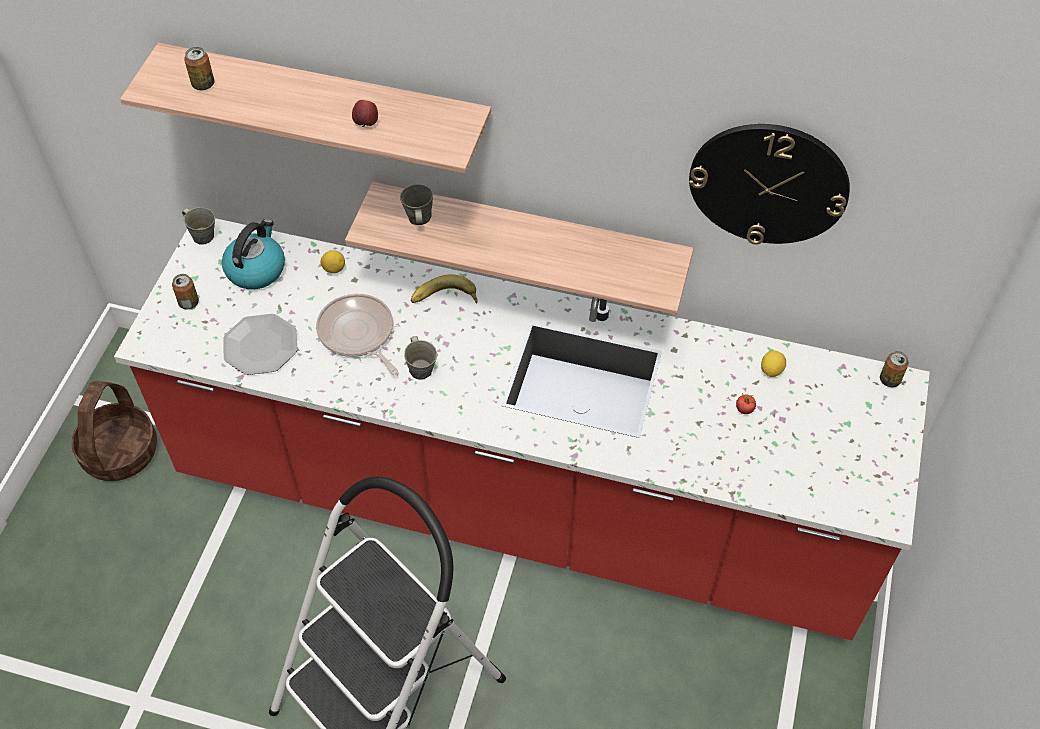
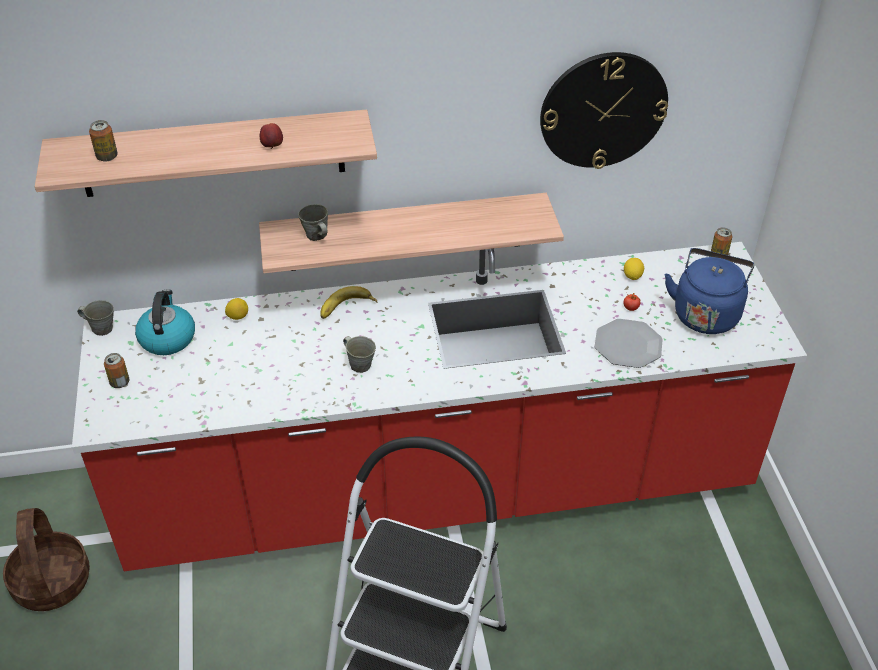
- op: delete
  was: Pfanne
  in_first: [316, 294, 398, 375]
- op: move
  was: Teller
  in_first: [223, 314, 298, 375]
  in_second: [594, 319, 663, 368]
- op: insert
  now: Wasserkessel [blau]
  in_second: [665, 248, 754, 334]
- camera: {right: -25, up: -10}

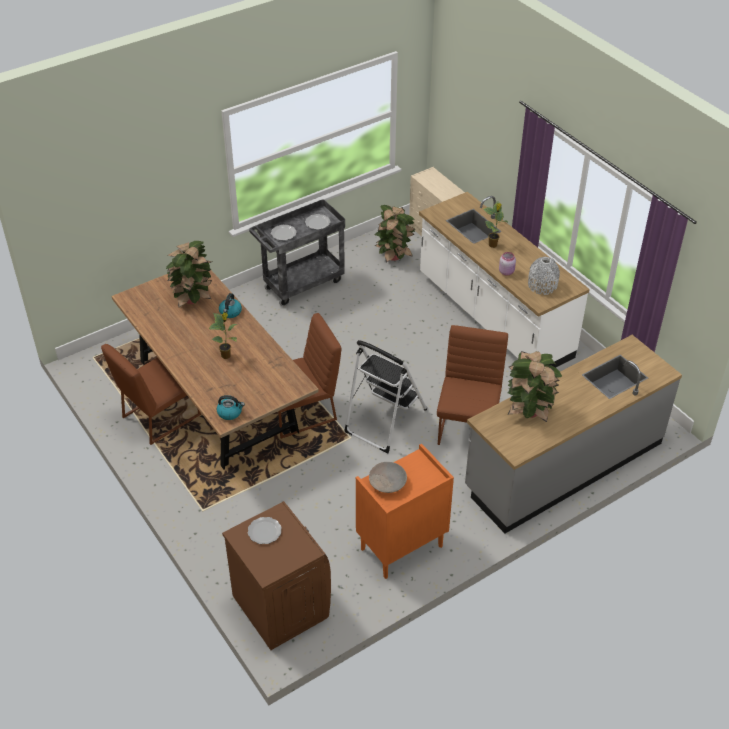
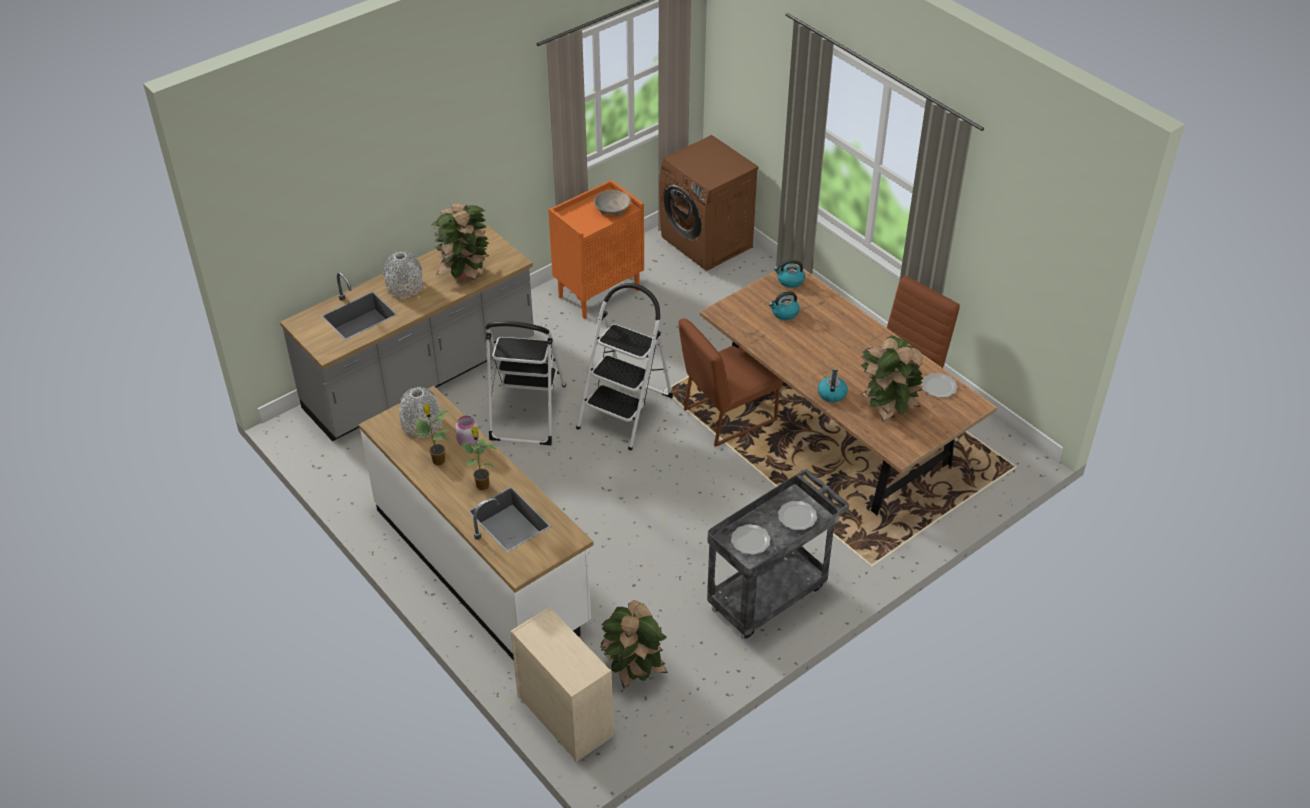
- op: move
  was: Topfpflanze
  in_first: [209, 312, 237, 359]
  in_second: [415, 404, 450, 465]
- op: replace
  was: Stuhl [braun]
  now: Trittleiter
  in_first: [437, 325, 508, 445]
  in_second: [485, 321, 566, 445]
- op: move
  was: Teller
  in_first: [248, 517, 282, 544]
  in_second: [921, 373, 958, 398]
- op: insert
  now: Vase [grau]
  in_second: [383, 252, 423, 299]
- op: insert
  now: Wasserkessel
  in_second: [769, 291, 799, 320]
- camera: {right: 175, up: 0}

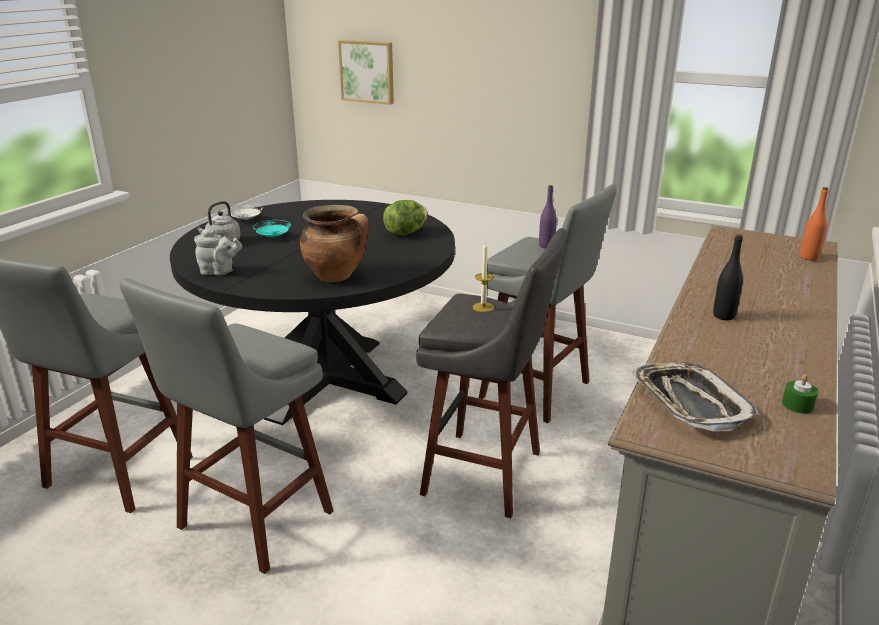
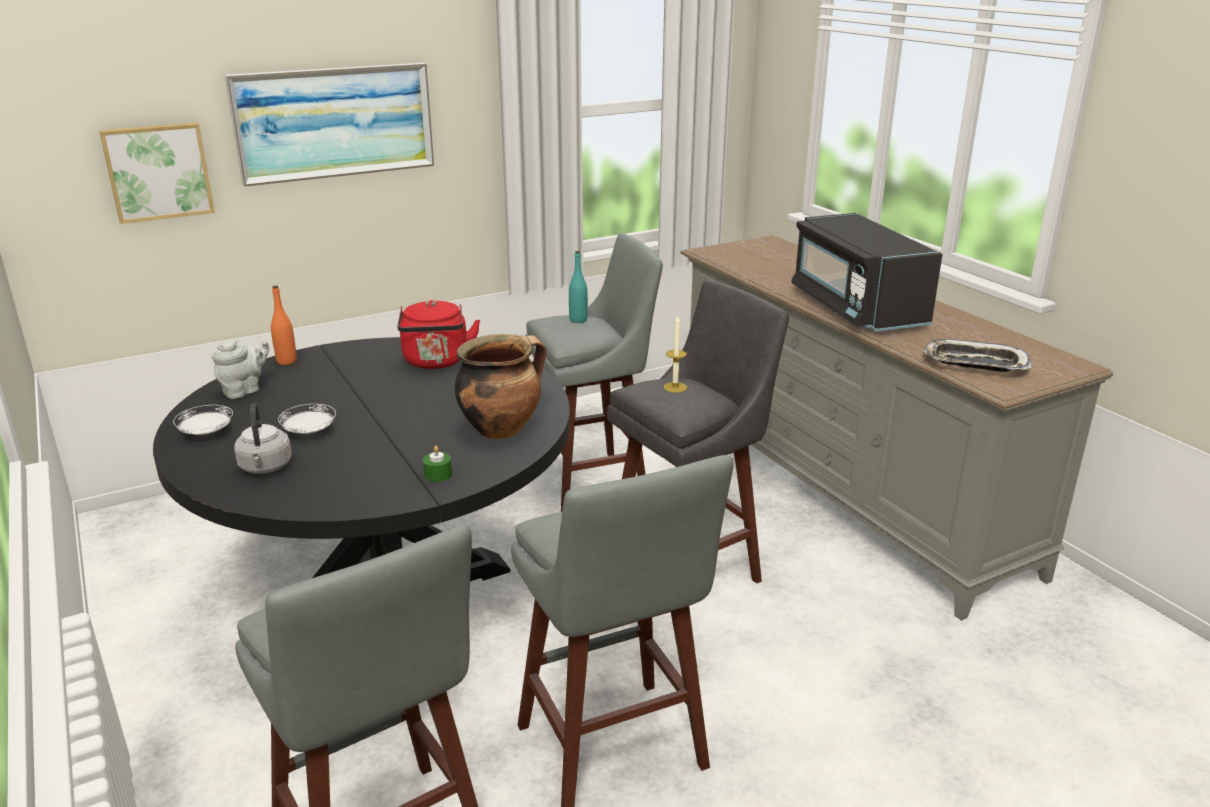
- op: recolor
  was: Flasche [lila]
  now: Flasche [türkis]
  in_first: [539, 185, 557, 249]
  in_second: [569, 251, 588, 323]
- op: move
  was: Flasche [orange]
  in_first: [800, 187, 828, 261]
  in_second: [271, 285, 297, 365]
- op: replace
  was: Salatkopf
  now: Wasserkessel [rot]
  in_first: [383, 200, 428, 235]
  in_second: [397, 300, 480, 369]
- op: recolor
  was: Teller [türkis]
  now: Teller [weiß]
  in_first: [253, 220, 291, 237]
  in_second: [278, 404, 336, 434]
- op: move
  was: Teekanne [grau]
  in_first: [194, 228, 242, 275]
  in_second: [211, 340, 269, 399]
- op: replace
  was: Flasche [schwarz]
  now: Mikrowelle [schwarz]
  in_first: [713, 234, 743, 320]
  in_second: [791, 213, 942, 332]
- op: move
  was: Kerze [grün]
  in_first: [782, 374, 819, 413]
  in_second: [423, 446, 452, 482]
- op: insert
  now: Bild
  in_second: [225, 63, 434, 187]
- camera: {right: -55, up: 0}

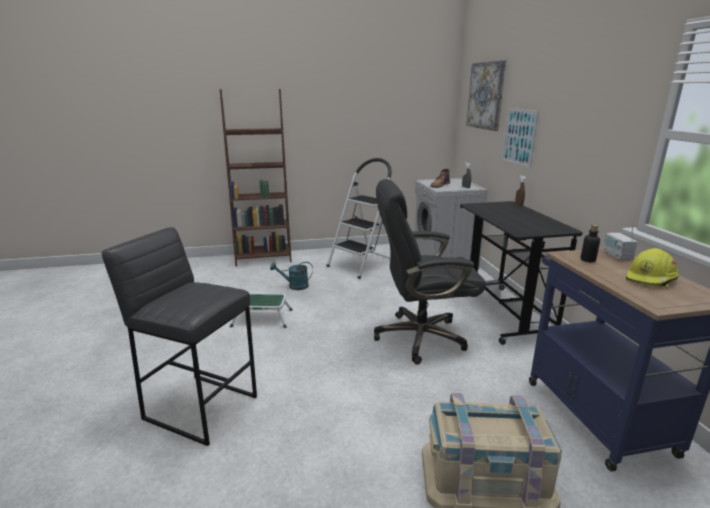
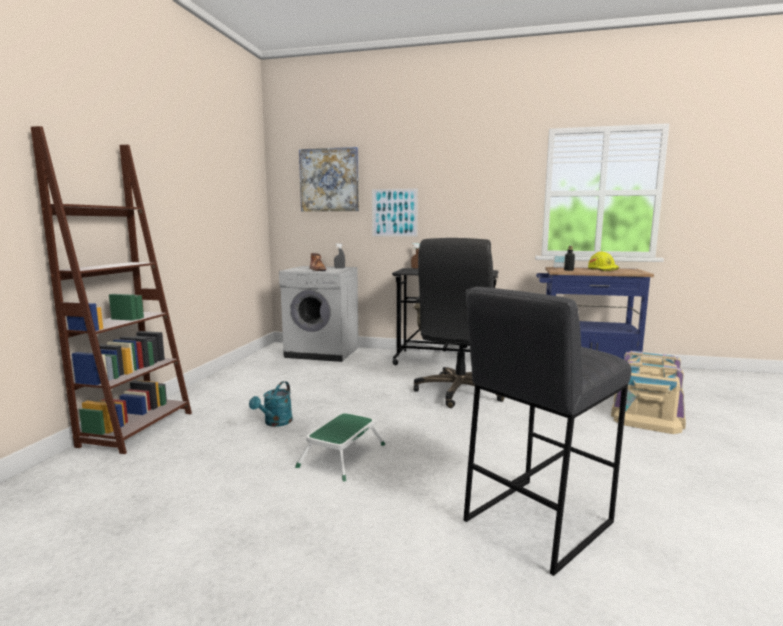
- op: delete
  was: Trittleiter
  in_first: [326, 158, 392, 279]
- camera: {right: -65, up: -10}

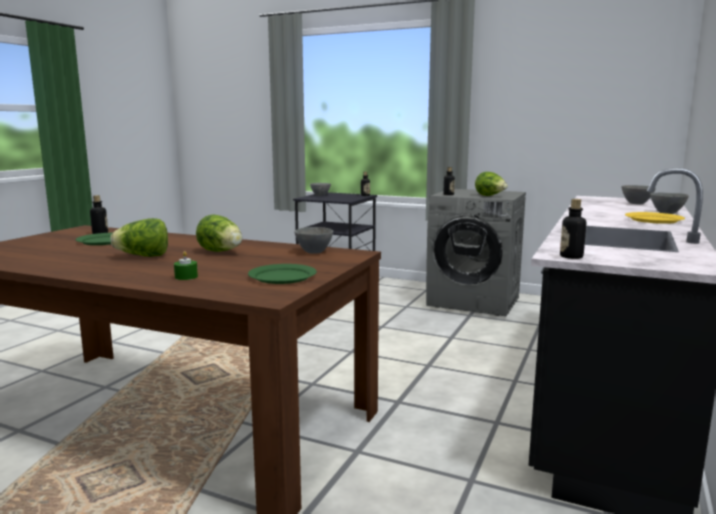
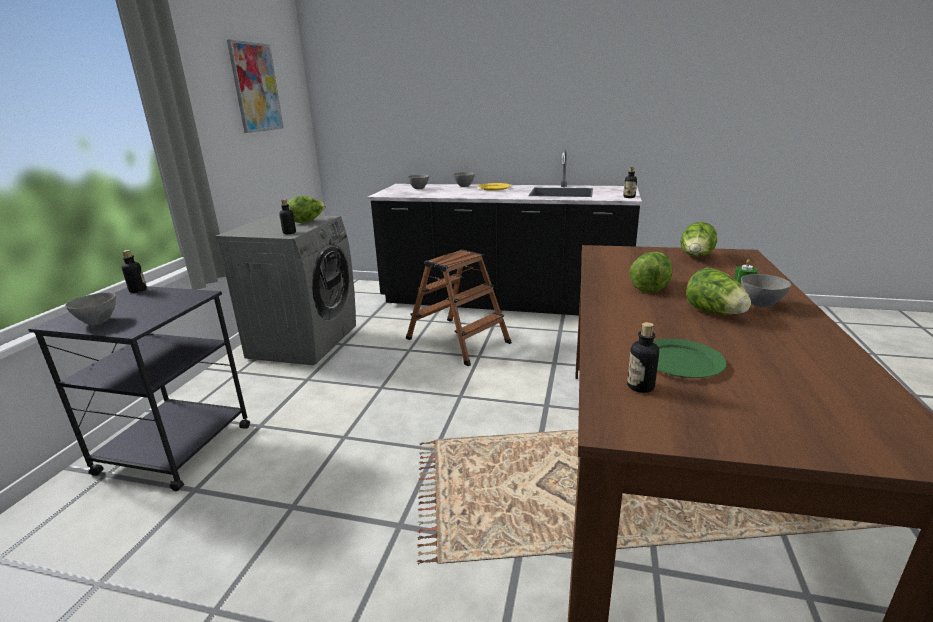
- op: move
  was: Schüssel [grau]
  in_first: [294, 227, 333, 254]
  in_second: [741, 274, 791, 307]
- op: replace
  was: Teller [grün]
  now: Salatkopf
  in_first: [248, 264, 317, 284]
  in_second: [681, 222, 717, 257]
- op: insert
  now: Bild
  in_second: [227, 40, 283, 133]
- op: insert
  now: Trittleiter [braun]
  in_second: [406, 249, 512, 366]
- camera: {right: -100, up: 10}

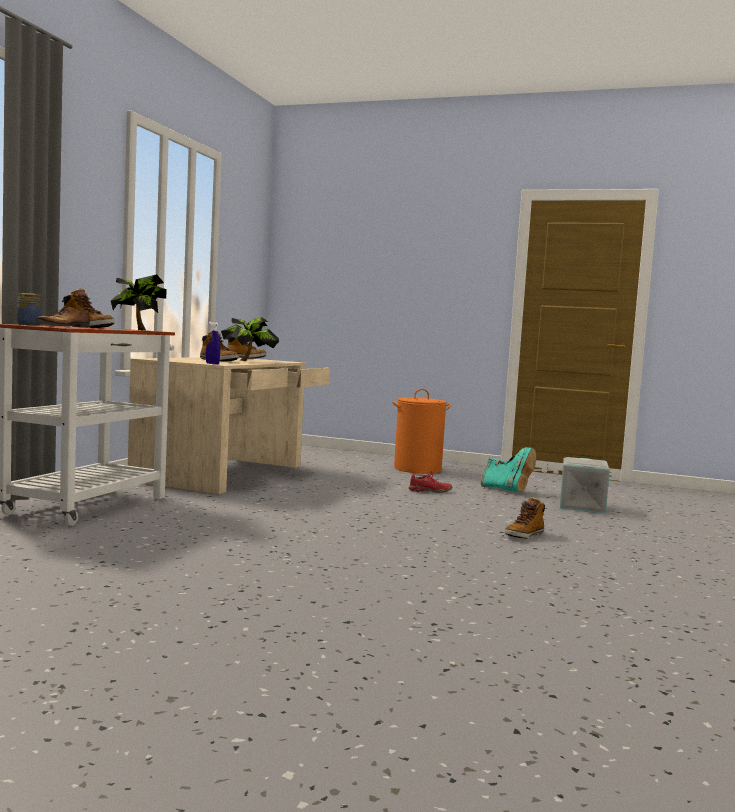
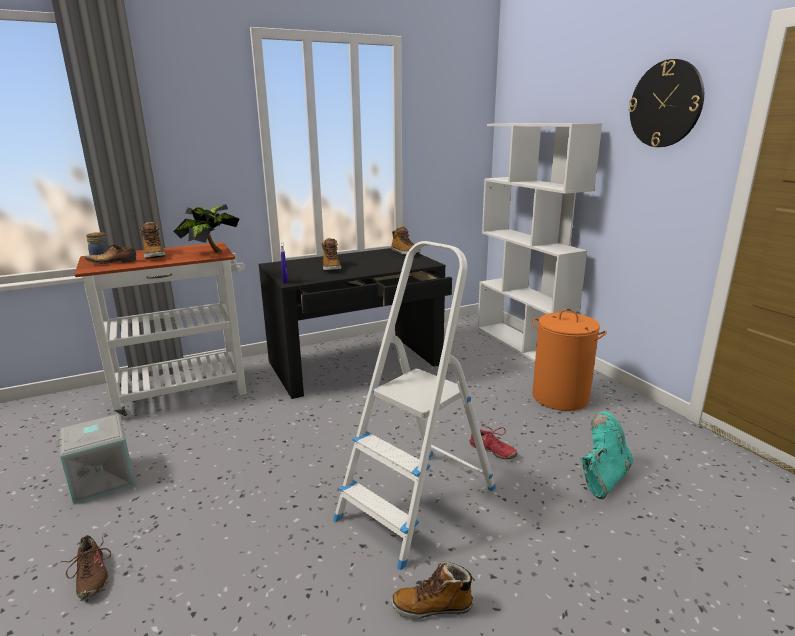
- op: delete
  was: Topfpflanze
  in_first: [221, 317, 279, 361]
- op: recolor
  was: Schreibtisch [beige]
  now: Schreibtisch [schwarz]
  in_first: [128, 357, 330, 494]
  in_second: [259, 248, 452, 399]
- op: rotate
  was: Stiefel [türkis]
  in_first: [481, 447, 536, 492]
  in_second: [581, 411, 633, 499]
  clockwise: -135
- op: move
  was: Aufbewahrungsbox [grau]
  in_first: [560, 457, 610, 514]
  in_second: [56, 414, 135, 505]
- op: insert
  now: Wanduhr
  in_second: [629, 59, 704, 147]
- op: insert
  now: Bücherregal [weiß]
  in_second: [477, 123, 602, 362]
- op: insert
  now: Trittleiter [weiß]
  in_second: [333, 241, 496, 570]
- op: insert
  now: Schuh [braun]
  in_second: [61, 535, 111, 599]
- camera: {right: 45, up: 15}

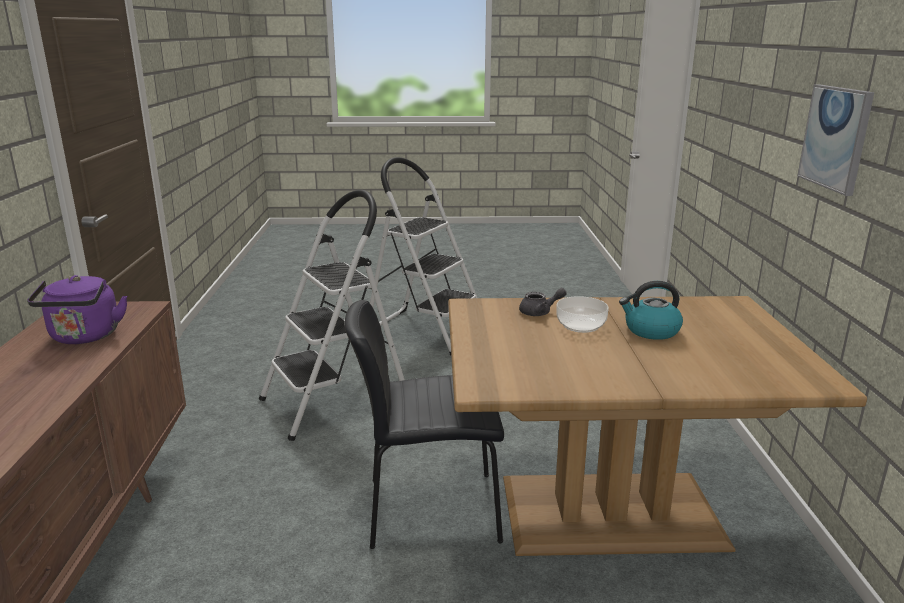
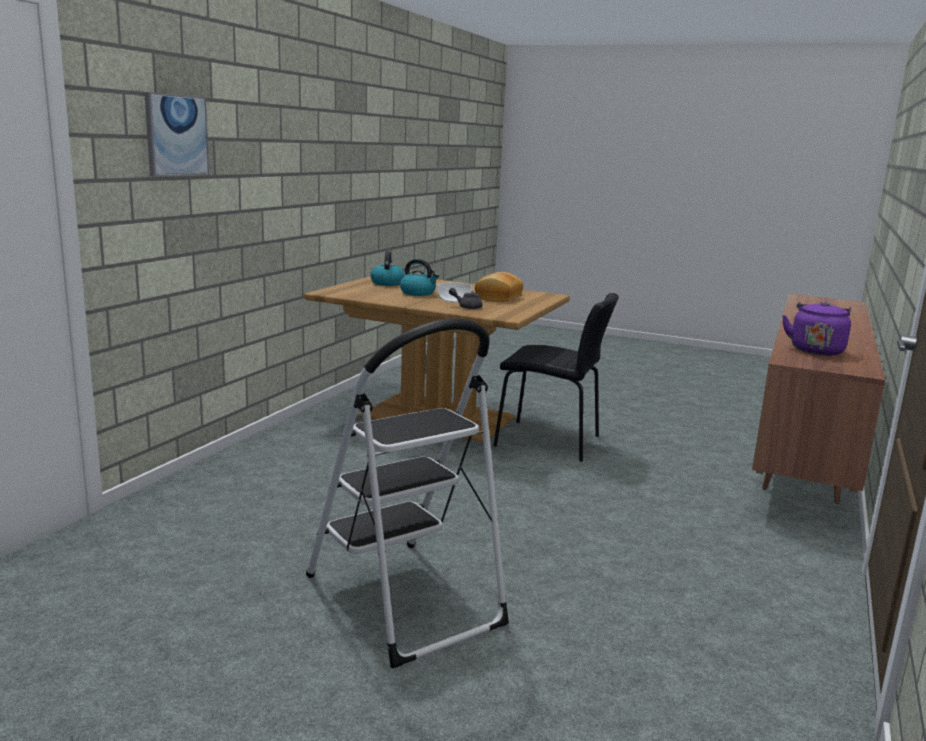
- op: move
  was: Bild
  in_first: [797, 85, 874, 196]
  in_second: [144, 92, 209, 176]
- op: delete
  was: Trittleiter
  in_first: [259, 190, 404, 441]
- op: insert
  now: Wasserkessel
  in_second: [370, 251, 405, 286]
- op: insert
  now: Brot
  in_second: [475, 272, 523, 302]
- camera: {right: -155, up: -5}

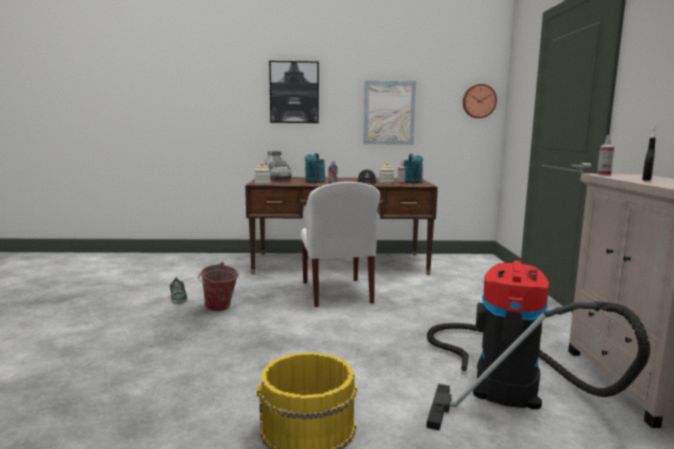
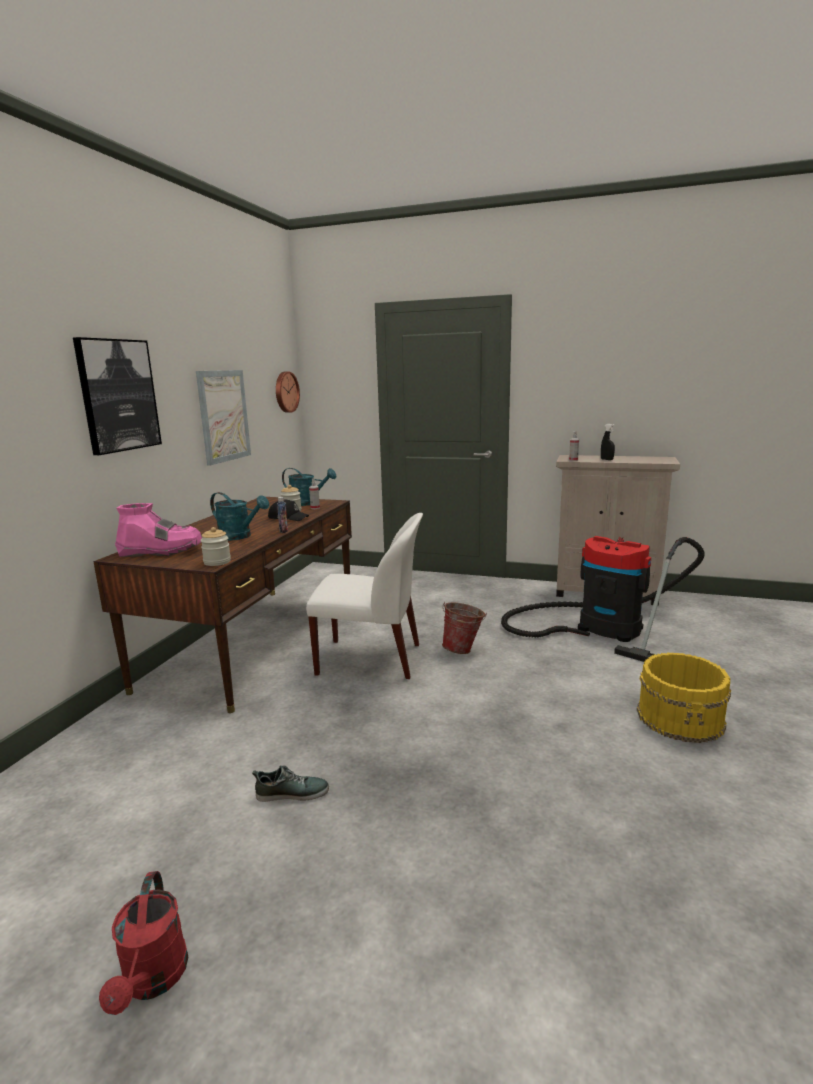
- op: recolor
  was: Stiefel [grau]
  now: Stiefel [rosa]
  in_first: [265, 151, 292, 180]
  in_second: [115, 503, 202, 557]
- op: move
  was: Eimer
  in_first: [198, 262, 238, 311]
  in_second: [442, 602, 487, 654]
- op: insert
  now: Gießkanne [rot]
  in_second: [99, 871, 188, 1015]
- camera: {right: -70, up: 5}

